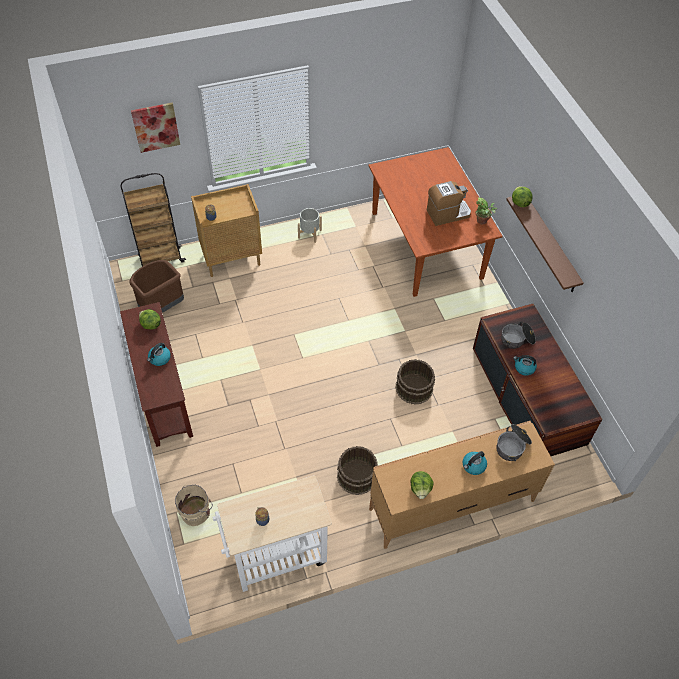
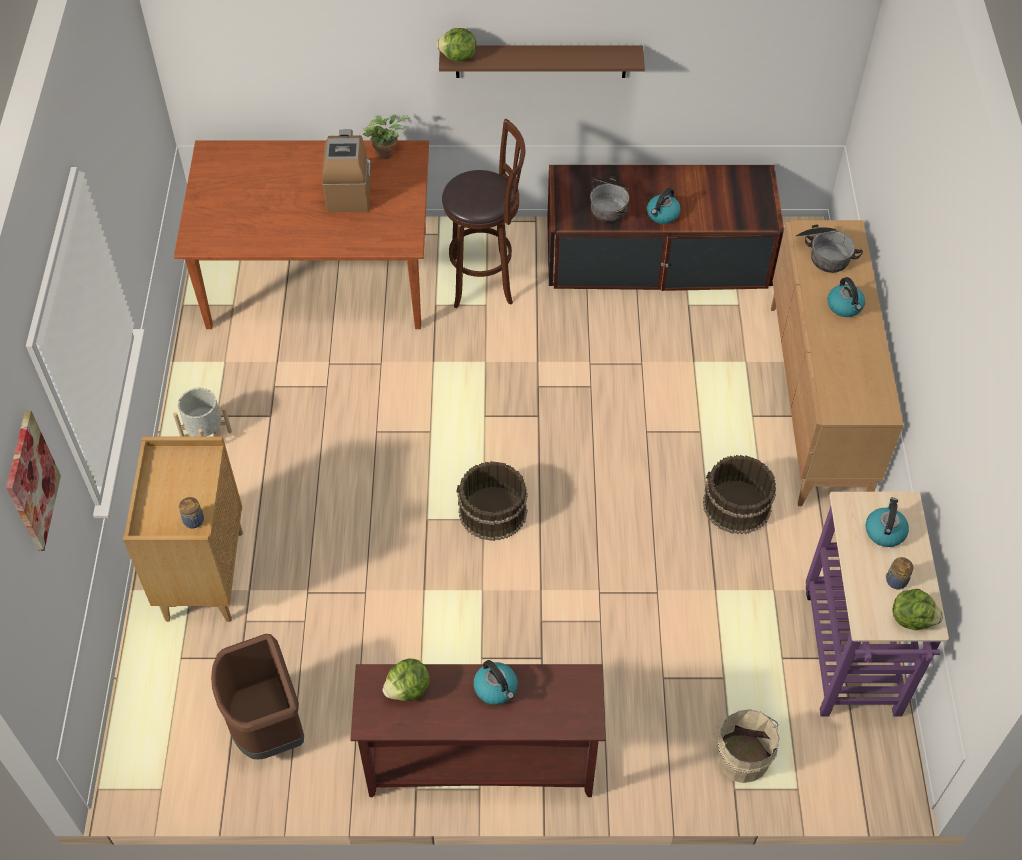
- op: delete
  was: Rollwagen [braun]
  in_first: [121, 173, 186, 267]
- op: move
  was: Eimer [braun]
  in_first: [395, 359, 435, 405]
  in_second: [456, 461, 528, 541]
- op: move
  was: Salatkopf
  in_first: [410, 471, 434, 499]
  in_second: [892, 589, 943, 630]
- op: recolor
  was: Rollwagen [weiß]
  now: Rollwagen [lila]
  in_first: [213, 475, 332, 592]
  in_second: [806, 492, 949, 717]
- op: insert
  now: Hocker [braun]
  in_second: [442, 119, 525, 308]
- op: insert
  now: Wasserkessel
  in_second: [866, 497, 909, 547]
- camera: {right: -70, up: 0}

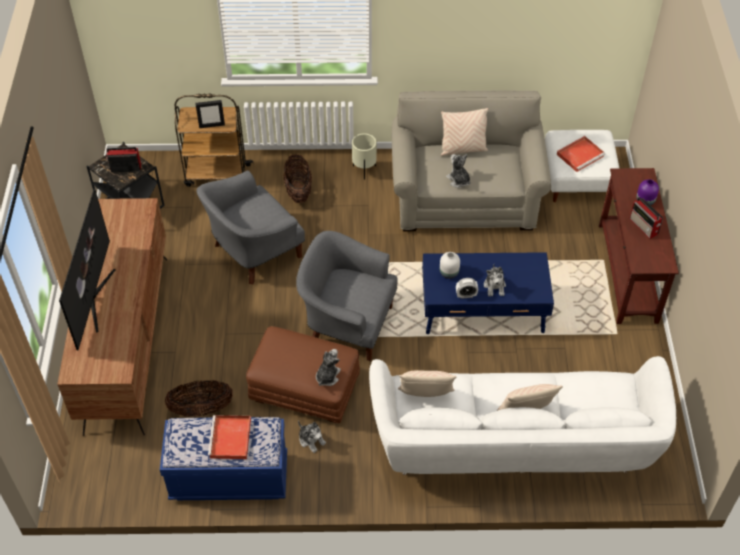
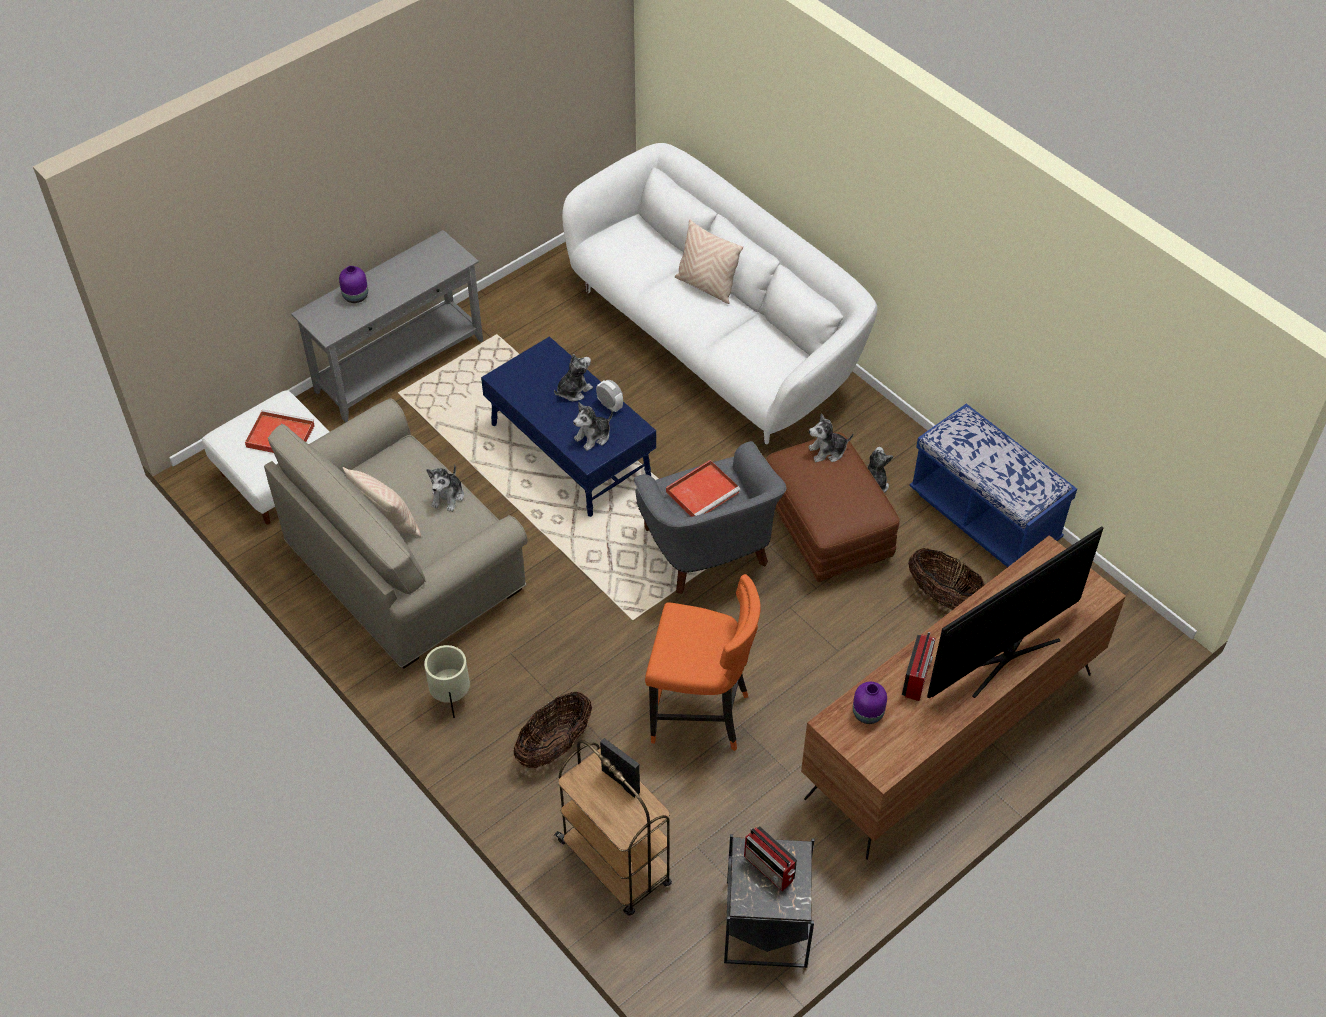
- op: recolor
  was: Konsolentisch [braun]
  now: Konsolentisch [grau]
  in_first: [599, 168, 679, 324]
  in_second: [291, 230, 483, 423]
- op: replace
  was: Sessel [grau]
  now: Hocker [orange]
  in_first: [197, 171, 305, 284]
  in_second: [645, 574, 761, 751]
- op: move
  was: Radio
  in_first: [629, 197, 663, 239]
  in_second: [902, 632, 936, 701]
- op: replace
  was: Vase [weiß]
  now: Plüschtier
  in_first: [440, 252, 460, 279]
  in_second: [573, 402, 613, 451]
- op: delete
  was: Kissen [beige]
  in_first: [398, 370, 457, 397]
- op: move
  was: Tablett [rot]
  in_first: [208, 415, 251, 459]
  in_second: [666, 460, 741, 517]
- op: insert
  now: Vase [lila]
  in_second: [853, 682, 887, 724]
- camera: {right: -130, up: 0}

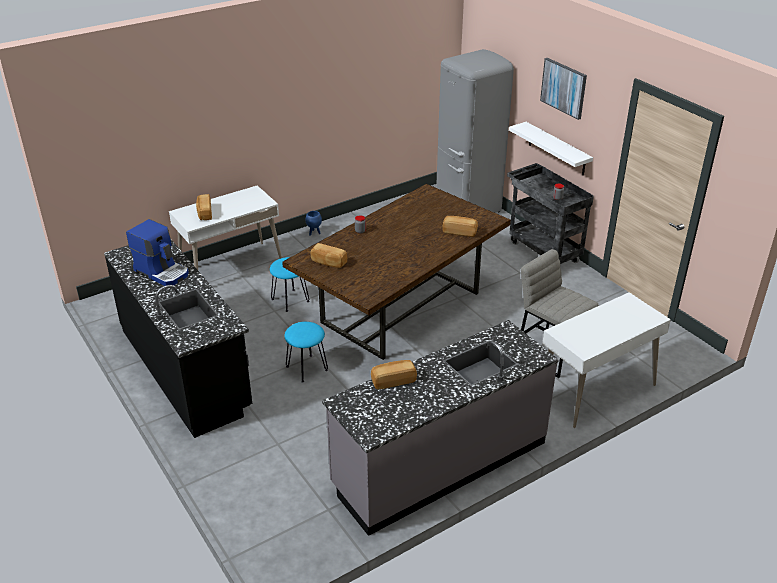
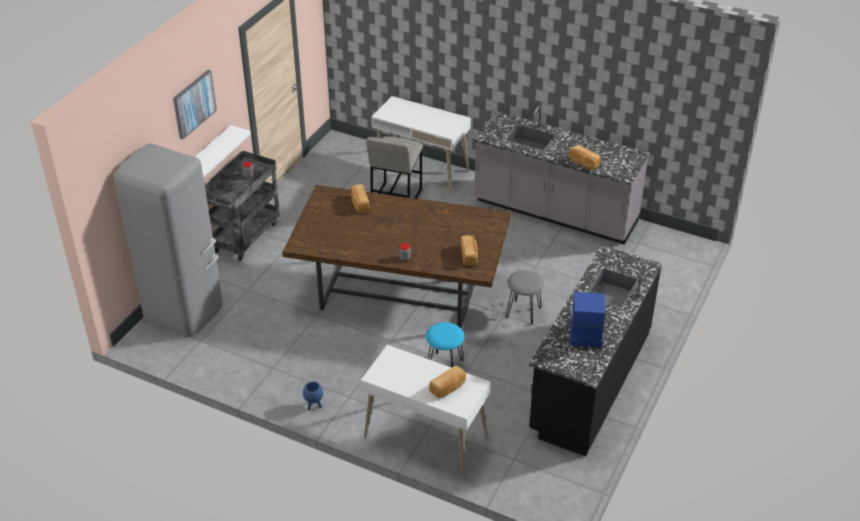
- op: recolor
  was: Hocker [türkis]
  now: Hocker [grau]
  in_first: [285, 322, 328, 383]
  in_second: [506, 270, 544, 325]
- camera: {right: -120, up: 5}

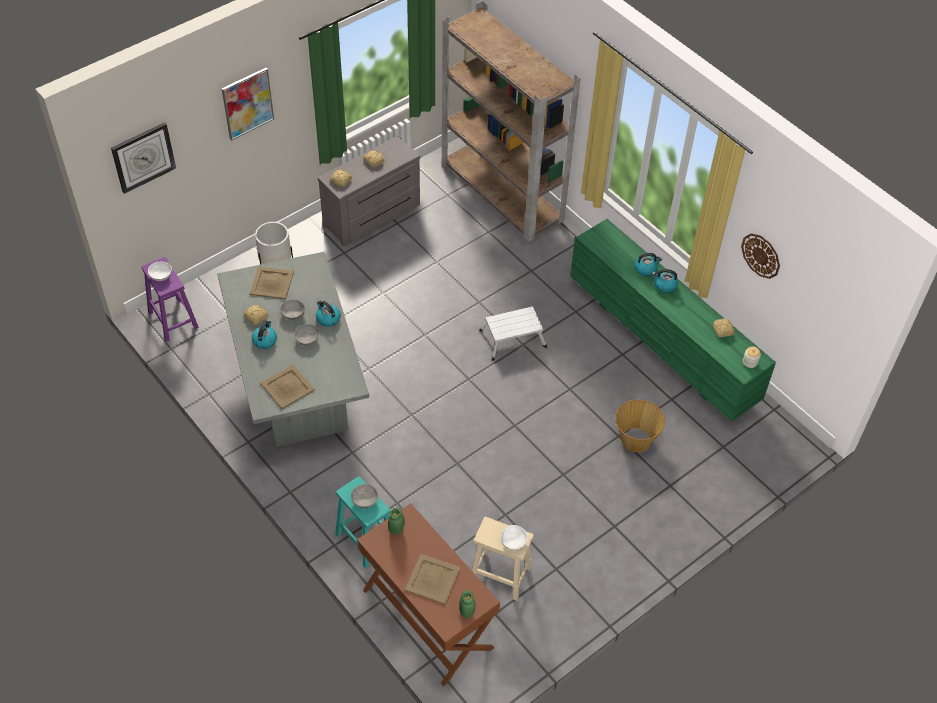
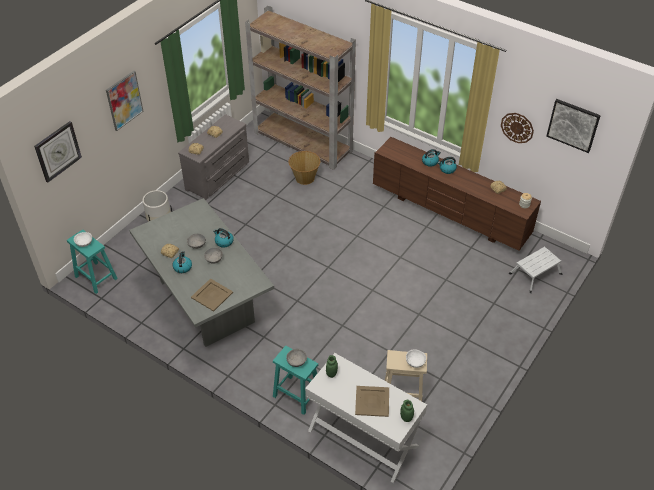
- op: recolor
  was: Schrank [grün]
  now: Schrank [braun]
  in_first: [570, 219, 776, 422]
  in_second: [373, 137, 541, 251]
- op: recolor
  was: Hocker [lila]
  now: Hocker [türkis]
  in_first: [141, 257, 199, 342]
  in_second: [67, 230, 118, 294]
- op: delete
  was: Tablett [beige]
  in_first: [250, 266, 294, 299]
- op: move
  was: Trittleiter [weiß]
  in_first: [479, 306, 547, 361]
  in_second: [509, 246, 562, 293]
- op: move
  was: Korb
  in_first: [615, 400, 665, 452]
  in_second: [288, 151, 320, 185]
- op: recolor
  was: Konsolentisch [braun]
  now: Konsolentisch [weiß]
  in_first: [357, 504, 500, 686]
  in_second: [305, 353, 427, 483]
- op: insert
  now: Bild
  in_second: [546, 99, 601, 153]
- camera: {right: -15, up: -5}

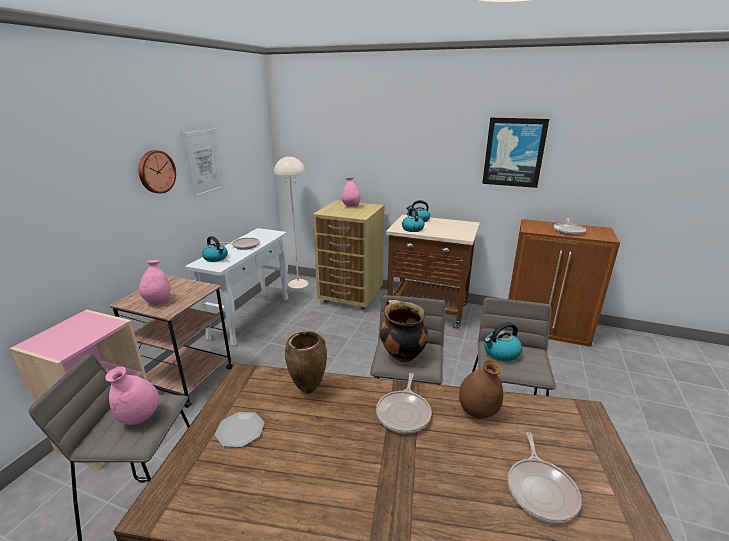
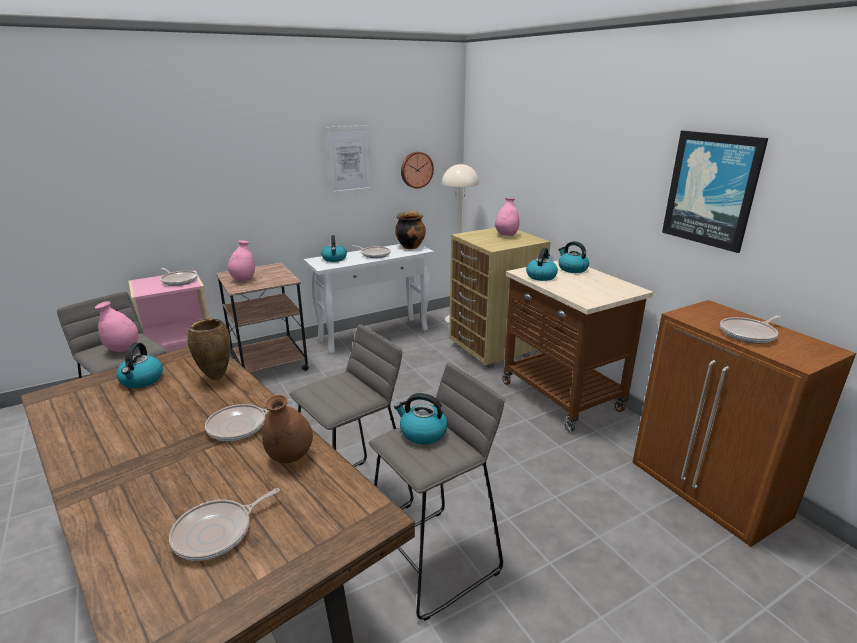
- op: move
  was: Wanduhr
  in_first: [138, 150, 176, 194]
  in_second: [401, 152, 434, 188]
- op: move
  was: Kochtopf
  in_first: [380, 300, 428, 362]
  in_second: [395, 211, 426, 249]
- op: replace
  was: Teller
  now: Wasserkessel
  in_first: [215, 412, 264, 447]
  in_second: [116, 343, 163, 388]
- op: insert
  now: Pfanne
  in_second: [160, 268, 198, 286]
- camera: {right: 40, up: 0}

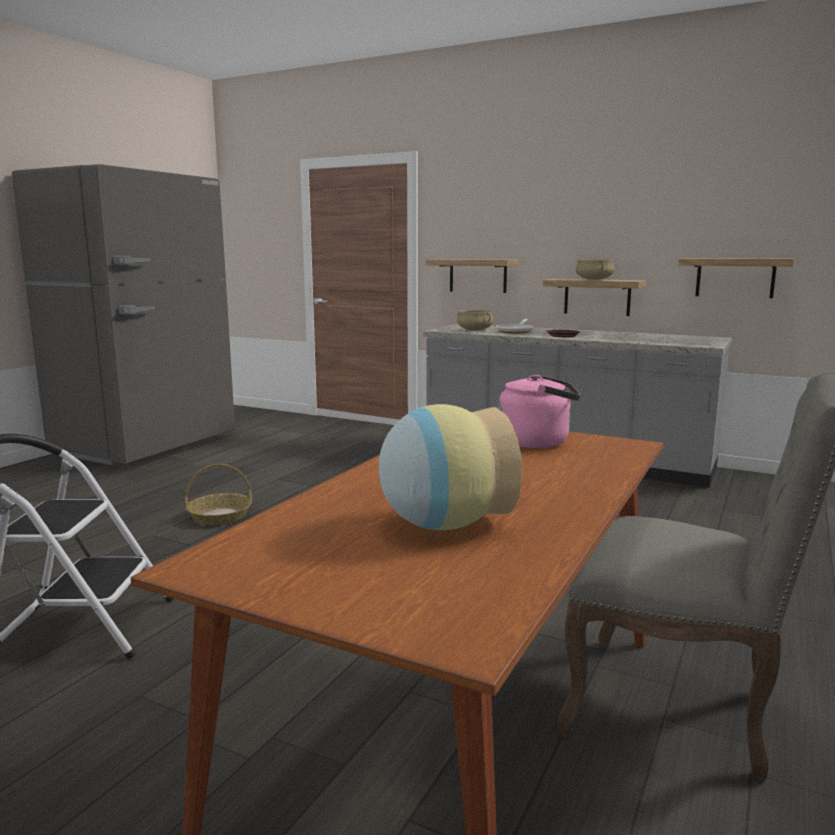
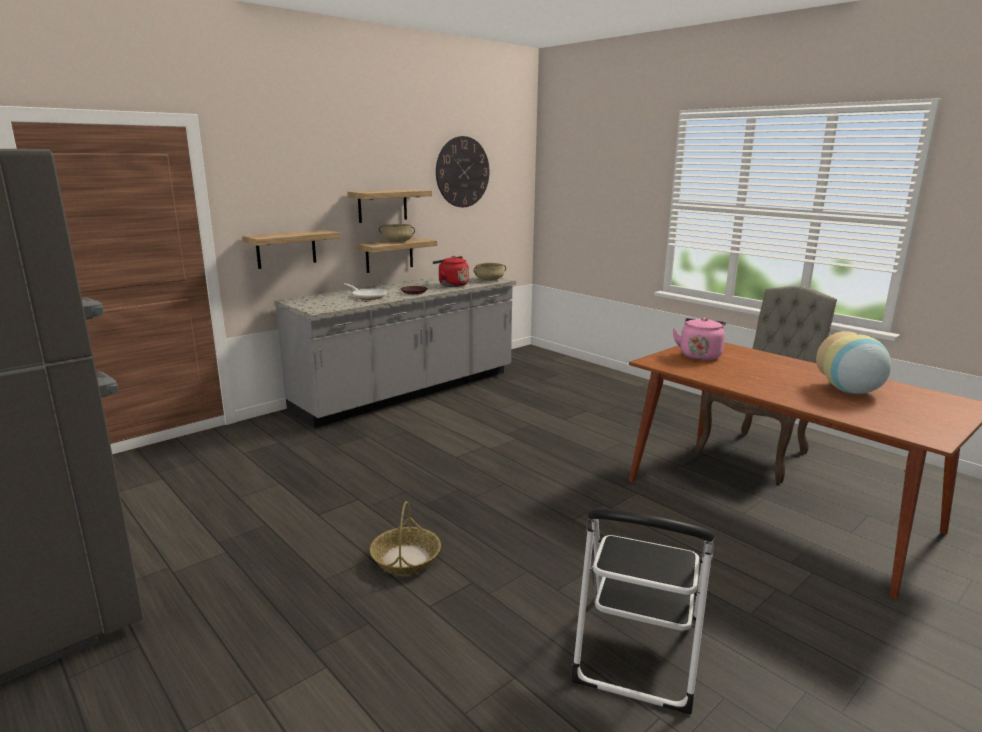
- op: move
  was: Wandregal
  in_first: [678, 258, 794, 298]
  in_second: [347, 189, 432, 223]
- op: move
  was: Kochtopf [beige]
  in_first: [457, 310, 494, 330]
  in_second: [474, 263, 506, 281]
- op: insert
  now: Wanduhr
  in_second: [436, 136, 489, 207]
- op: insert
  now: Wasserkessel [rot]
  in_second: [433, 256, 469, 287]
- camera: {right: -70, up: 5}

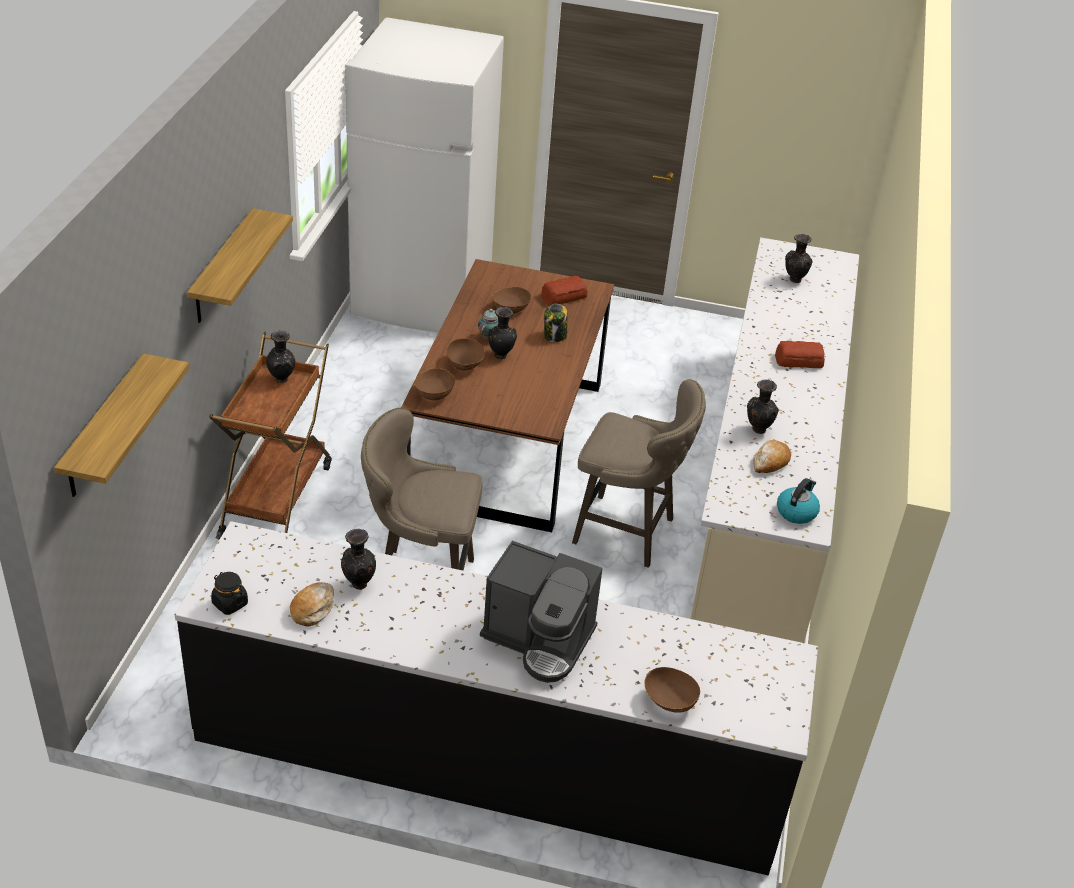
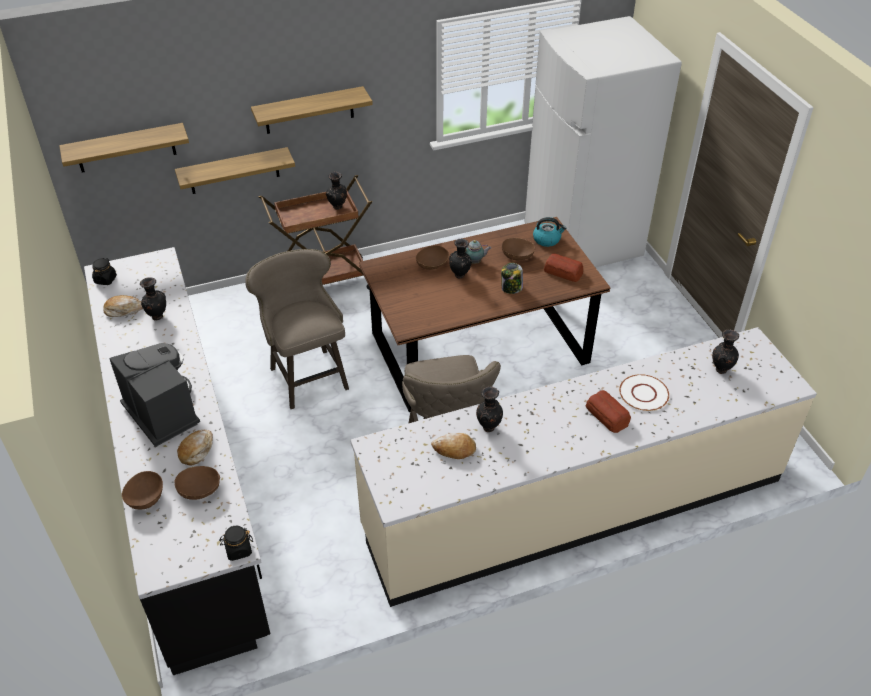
- op: move
  was: Schüssel [braun]
  in_first: [414, 368, 455, 400]
  in_second: [175, 466, 220, 500]
- op: move
  was: Wasserkessel
  in_first: [777, 478, 820, 524]
  in_second: [533, 217, 566, 247]
- op: rotate
  was: Kaffeemaschine
  in_first: [480, 541, 602, 683]
  in_second: [109, 343, 200, 446]
  clockwise: 150
- op: insert
  now: Wandregal
  in_second: [175, 147, 295, 194]
- op: insert
  now: Teller [weiß]
  in_second: [619, 374, 669, 411]
- op: insert
  now: Brot
  in_second: [177, 430, 213, 466]
- op: insert
  now: Vorratsglas [schwarz]
  in_second: [219, 526, 253, 561]
- camera: {right: 60, up: 5}

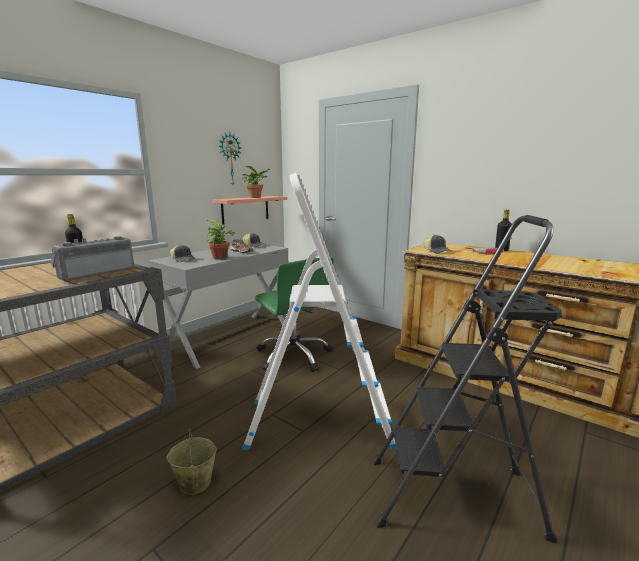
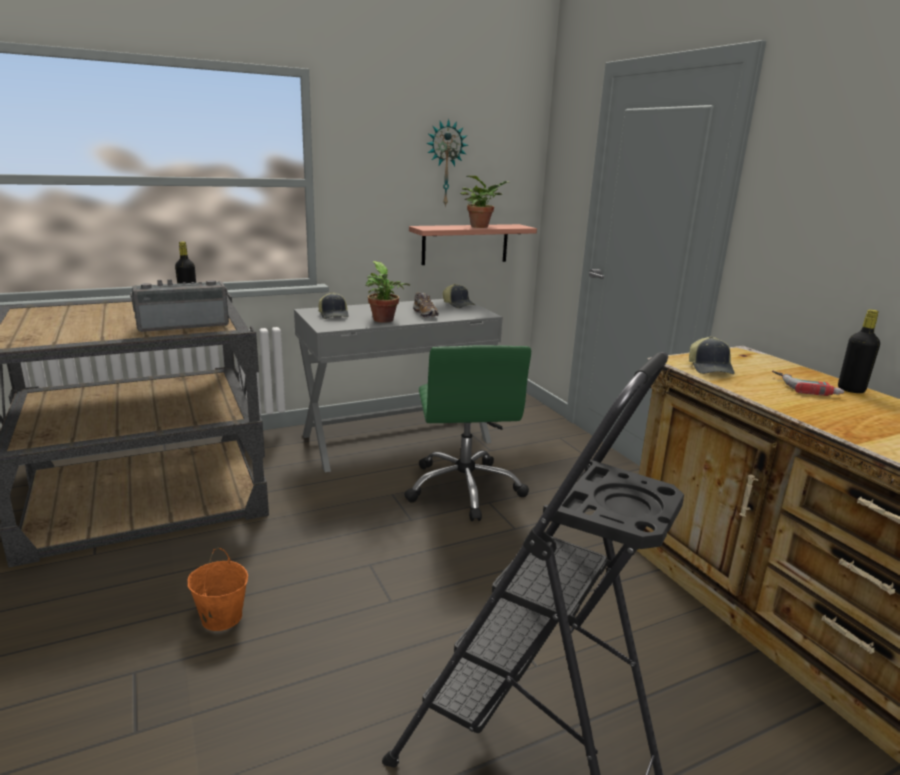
- op: delete
  was: Trittleiter [weiß]
  in_first: [242, 173, 396, 450]
- op: recolor
  was: Eimer [beige]
  now: Eimer [orange]
  in_first: [166, 428, 217, 495]
  in_second: [187, 548, 248, 631]
- camera: {right: 25, up: 5}

